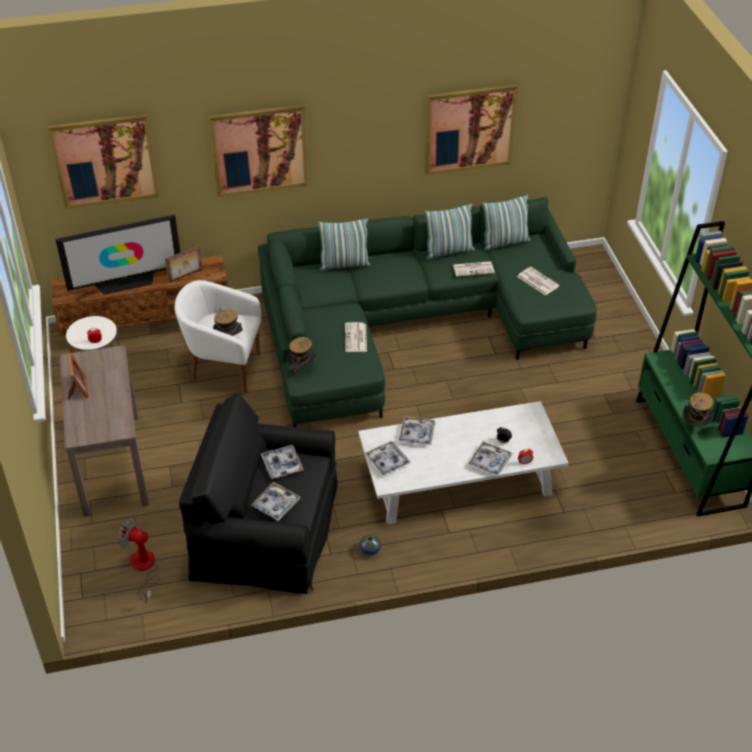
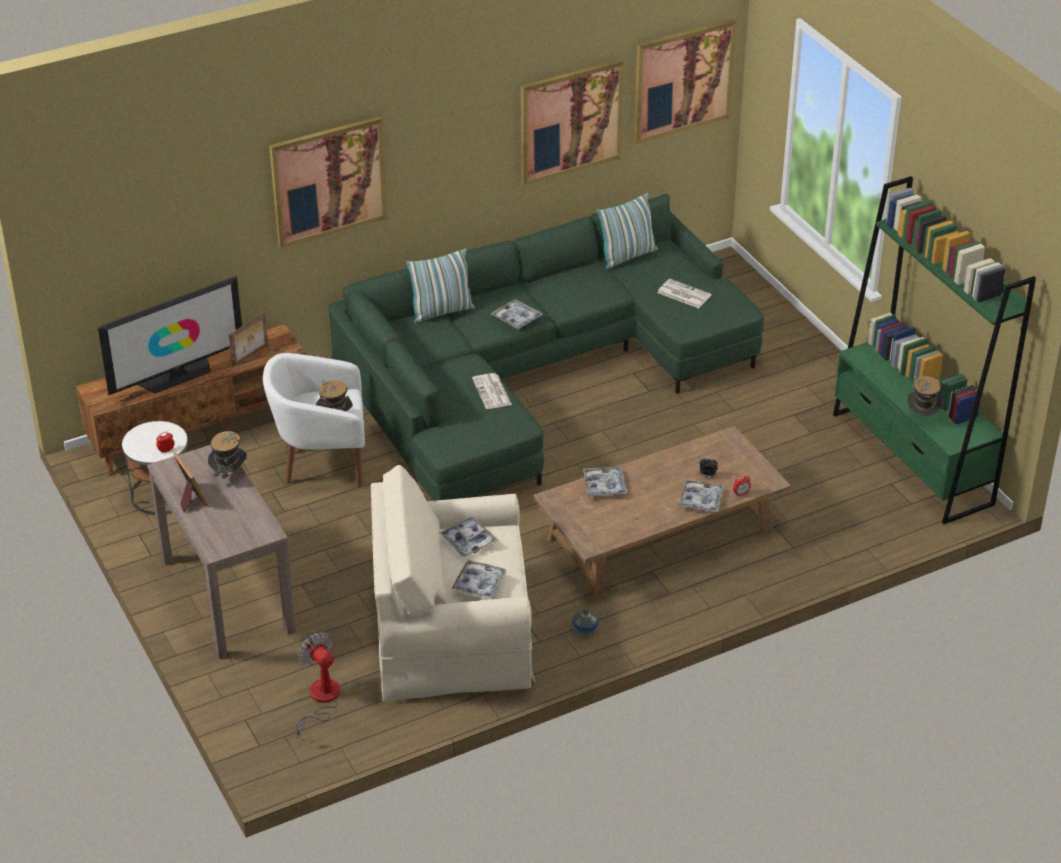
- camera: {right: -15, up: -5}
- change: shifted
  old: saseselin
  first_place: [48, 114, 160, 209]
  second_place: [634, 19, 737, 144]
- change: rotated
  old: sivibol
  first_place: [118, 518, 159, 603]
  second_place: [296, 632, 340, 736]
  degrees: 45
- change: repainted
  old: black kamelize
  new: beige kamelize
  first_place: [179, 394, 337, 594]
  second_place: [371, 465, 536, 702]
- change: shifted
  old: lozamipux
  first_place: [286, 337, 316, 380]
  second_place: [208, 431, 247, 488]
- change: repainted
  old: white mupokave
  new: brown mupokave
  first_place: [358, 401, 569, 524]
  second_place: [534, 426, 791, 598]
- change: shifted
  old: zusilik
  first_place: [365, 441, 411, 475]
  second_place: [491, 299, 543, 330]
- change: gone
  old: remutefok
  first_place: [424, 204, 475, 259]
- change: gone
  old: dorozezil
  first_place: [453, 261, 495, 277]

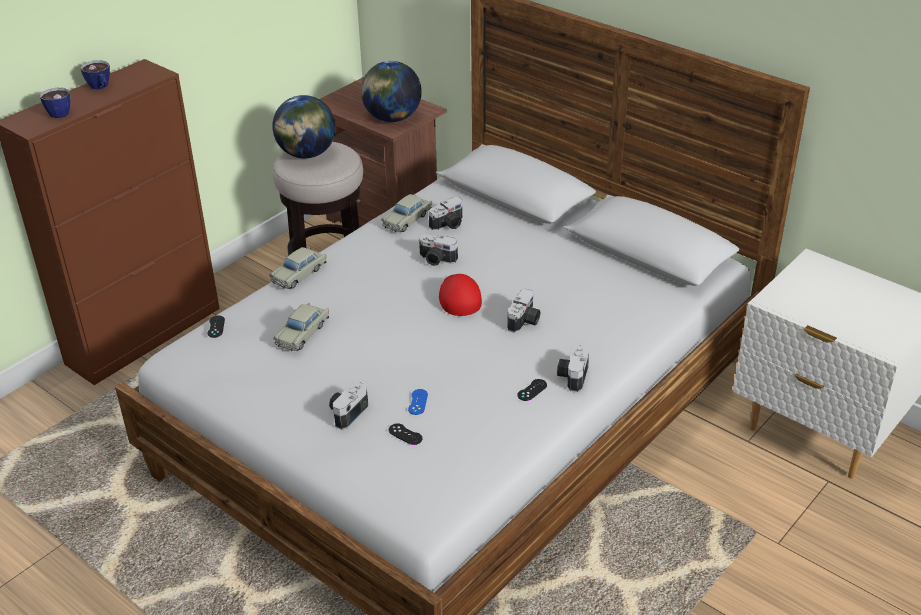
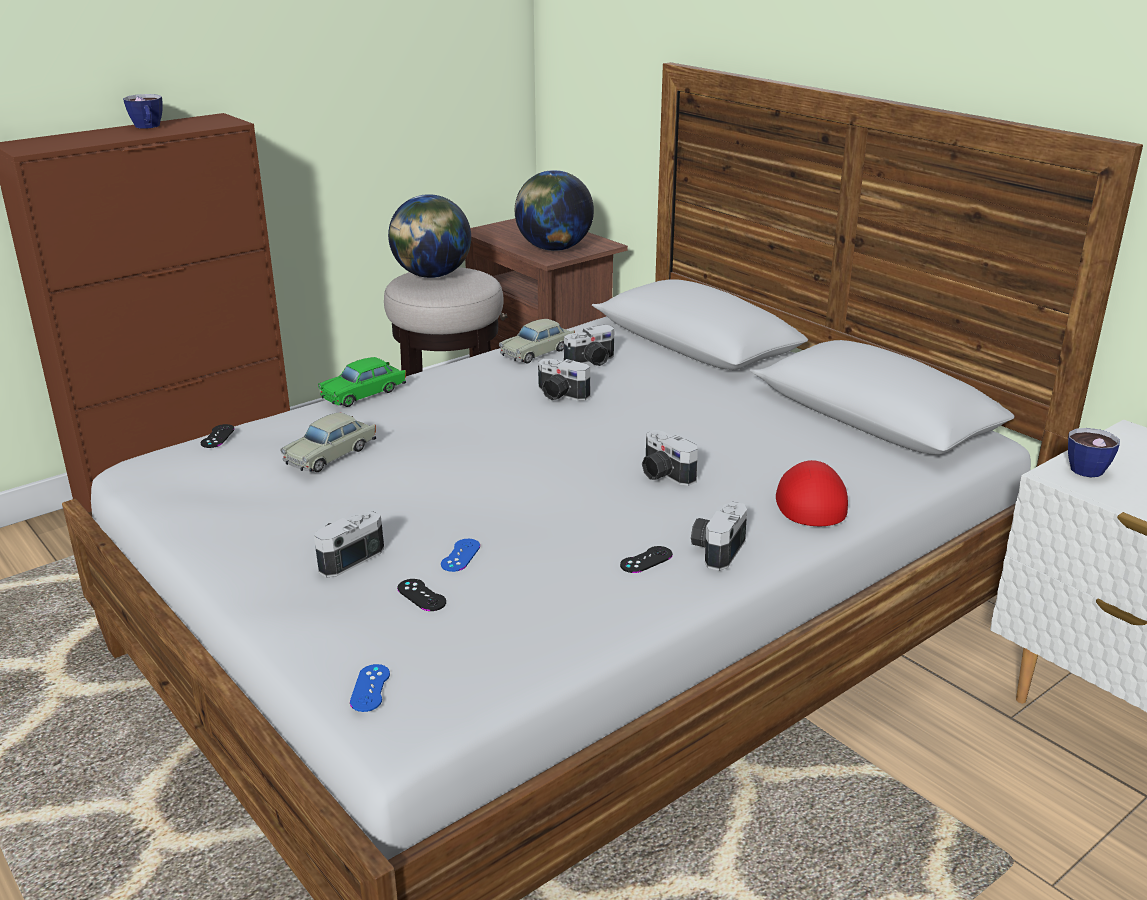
- camera: {right: 10, up: -10}
- change: shifted
  old: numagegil
  first_place: [40, 88, 71, 118]
  second_place: [1068, 428, 1120, 477]
- change: repainted
  old: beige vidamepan
  new: green vidamepan
  first_place: [269, 247, 327, 289]
  second_place: [318, 357, 406, 407]
- change: shifted
  old: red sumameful
  first_place: [439, 274, 482, 316]
  second_place: [776, 460, 848, 526]
- change: rotated
  old: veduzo
  first_place: [507, 289, 541, 333]
  second_place: [642, 430, 698, 486]
  degrees: 105
- change: new
  new: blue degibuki
  second_place: [350, 664, 390, 712]

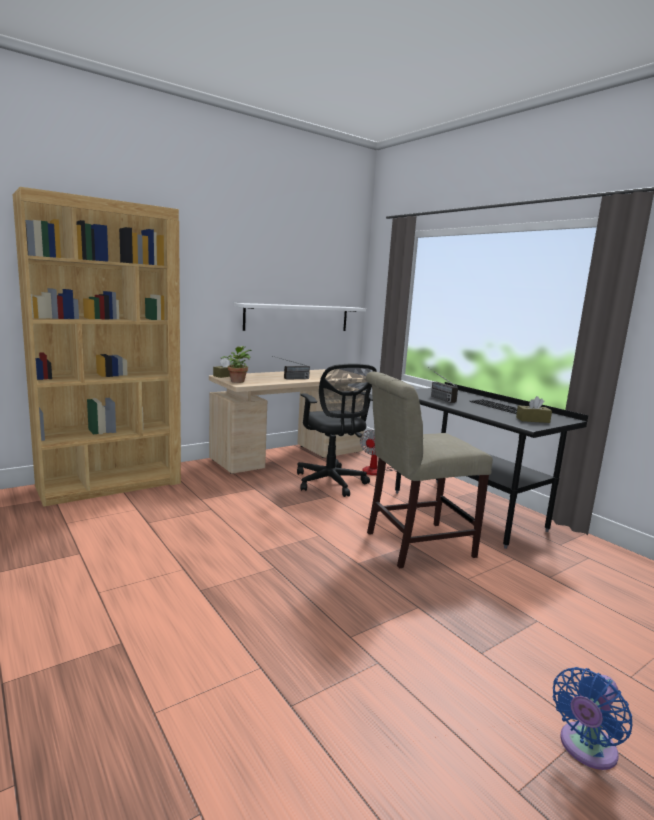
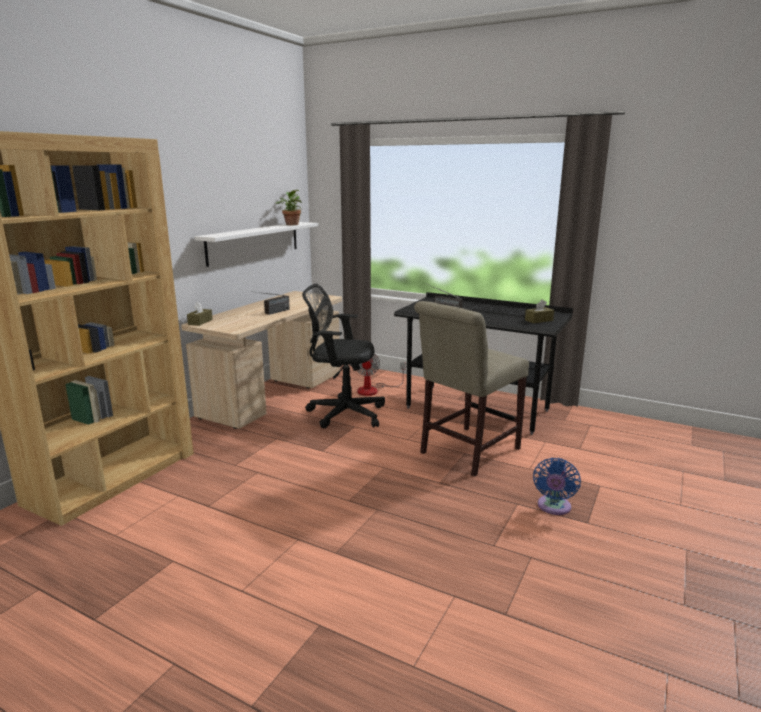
- camera: {right: -25, up: 5}
- change: shifted
  old: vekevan
  first_place: [220, 346, 252, 383]
  second_place: [276, 190, 302, 225]
- change: rotated
  old: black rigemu
  first_place: [297, 363, 377, 497]
  second_place: [302, 284, 385, 428]
  degrees: 150
- change: shifted
  old: blue sivibol
  first_place: [553, 667, 632, 770]
  second_place: [533, 458, 581, 515]

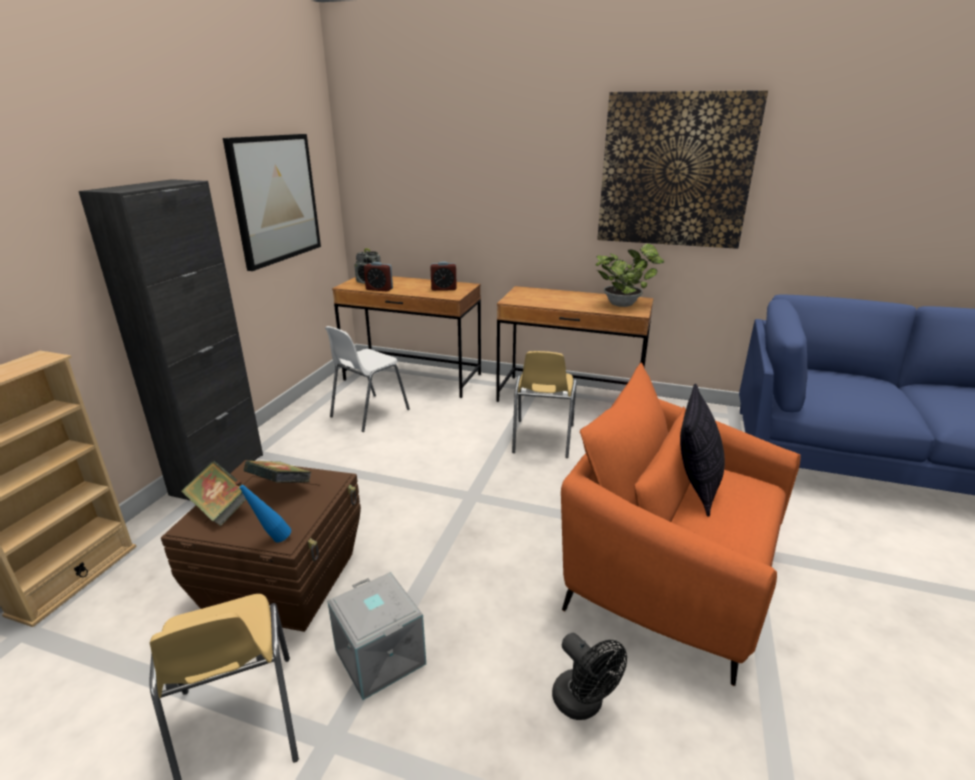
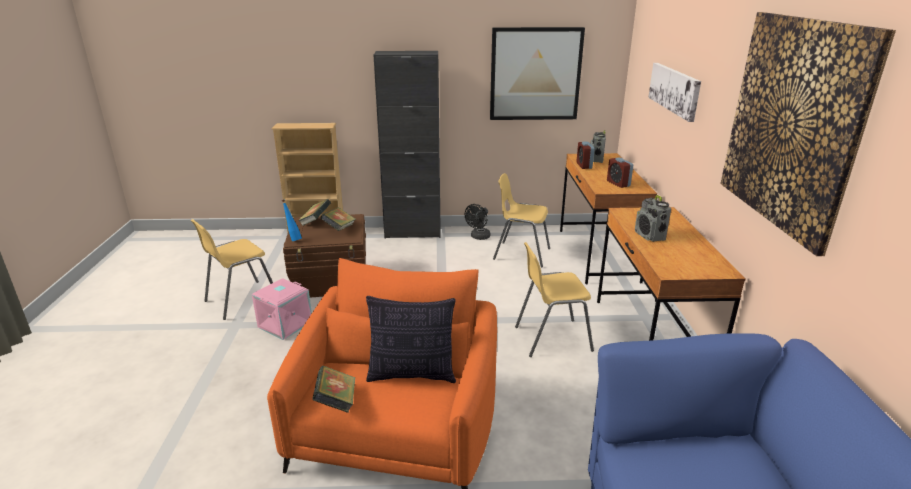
- camera: {right: 70, up: 0}
- change: repainted
  old: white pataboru
  new: yellow pataboru
  first_place: [325, 326, 410, 432]
  second_place: [493, 173, 550, 267]
- change: repainted
  old: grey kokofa
  new: pink kokofa
  first_place: [327, 572, 426, 700]
  second_place: [252, 278, 312, 340]
- change: shifted
  old: black sivibol
  first_place: [552, 633, 627, 720]
  second_place: [465, 204, 491, 240]
- change: gone
  old: vekevan
  first_place: [595, 244, 664, 307]
- change: new
  new: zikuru
  second_place: [312, 366, 355, 413]
- change: new
  new: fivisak
  second_place: [635, 195, 671, 242]
- change: new
  new: saseselin
  second_place: [648, 63, 701, 122]

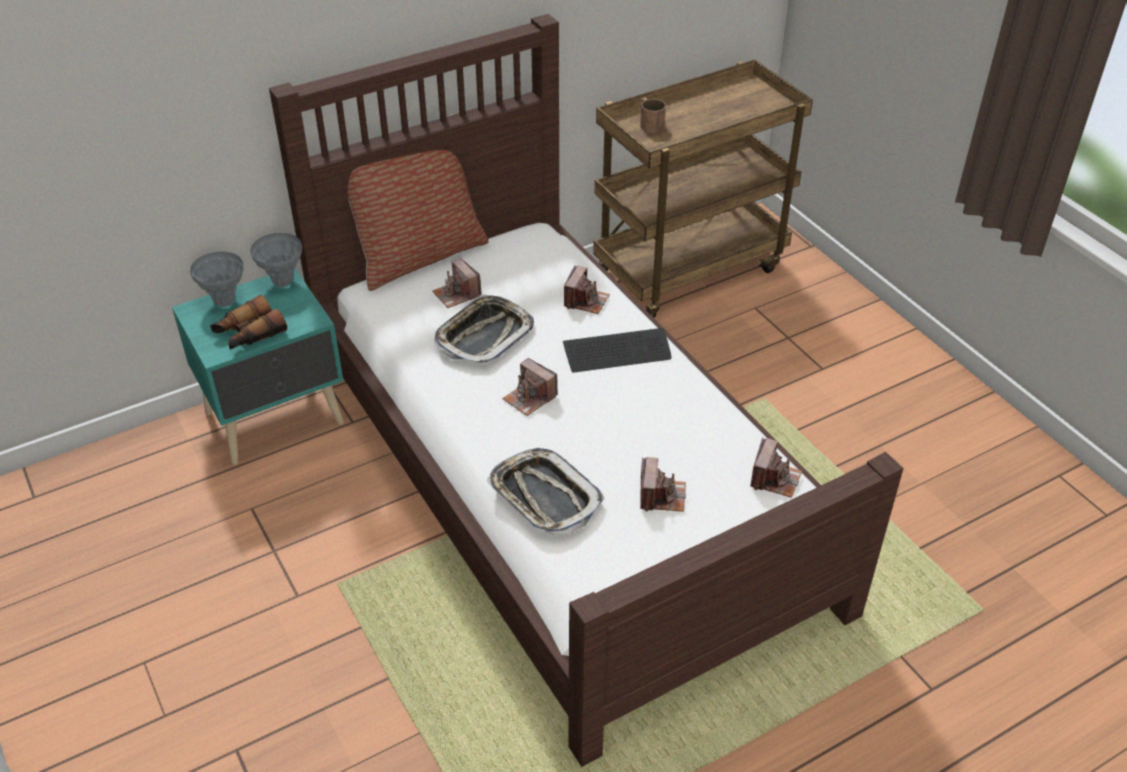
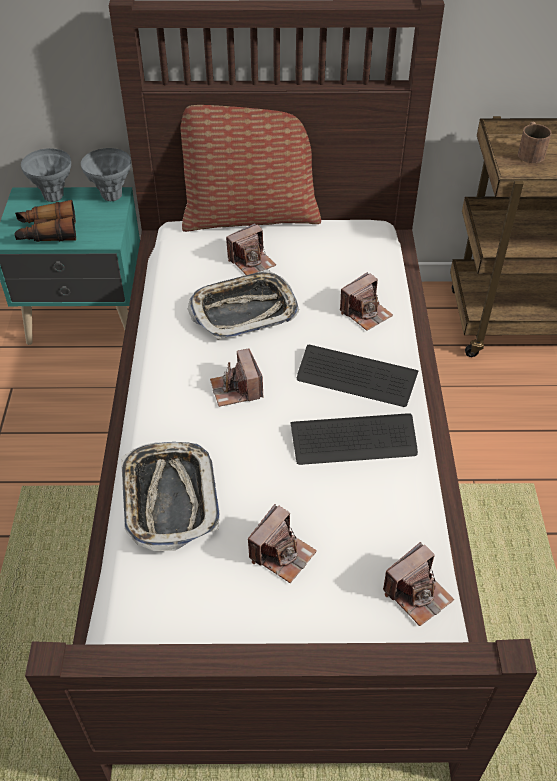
- camera: {right: 30, up: 5}
- change: rotated
  old: veduzo
  first_place: [432, 258, 482, 308]
  second_place: [226, 223, 276, 275]
  degrees: -120
- change: new
  new: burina
  second_place: [291, 413, 418, 465]

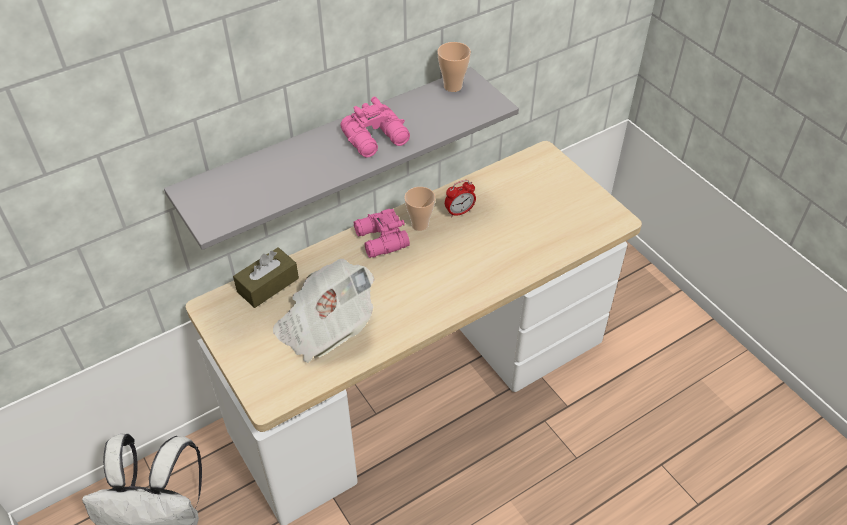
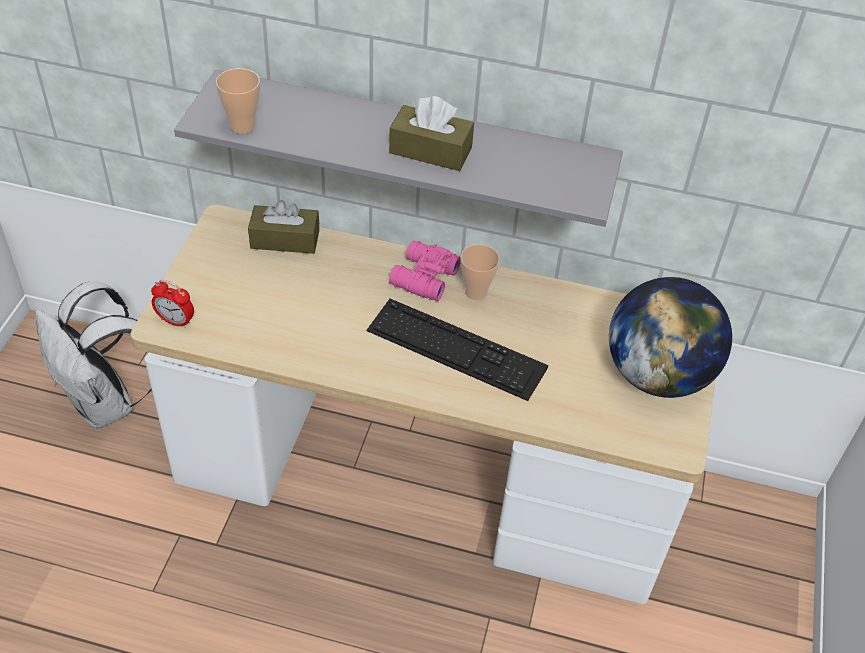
- camera: {right: 45, up: 0}
- change: gone
  old: dorozezil
  first_place: [273, 259, 375, 363]
- change: swapped
  old: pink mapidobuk
  new: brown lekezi
  first_place: [340, 96, 410, 158]
  second_place: [389, 96, 474, 171]
- change: shifted
  old: numagegil
  first_place: [437, 42, 471, 92]
  second_place: [216, 68, 260, 134]
- change: shifted
  old: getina
  first_place: [445, 180, 476, 217]
  second_place: [151, 280, 194, 329]
- change: new
  new: burina
  second_place: [367, 299, 548, 401]
- change: new
  new: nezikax
  second_place: [609, 277, 732, 398]

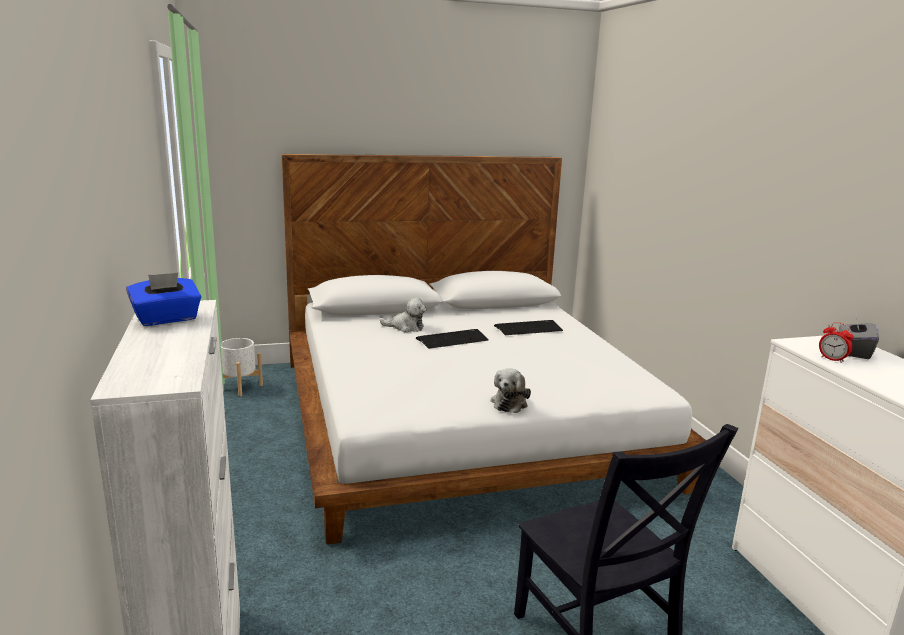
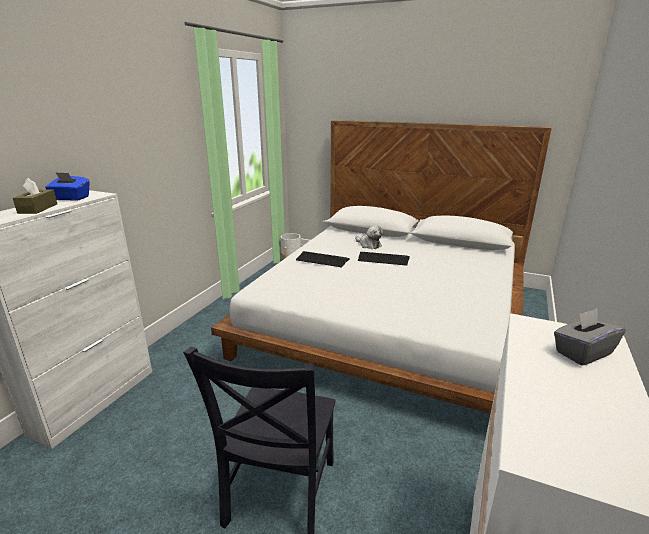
- camera: {right: 40, up: 5}
- change: gone
  old: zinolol
  first_place: [491, 368, 531, 413]
- change: shifted
  old: burina
  first_place: [494, 320, 563, 335]
  second_place: [296, 251, 350, 267]
- change: gone
  old: getina
  first_place: [819, 322, 854, 363]
- change: new
  new: brown lekezi
  second_place: [13, 178, 57, 214]

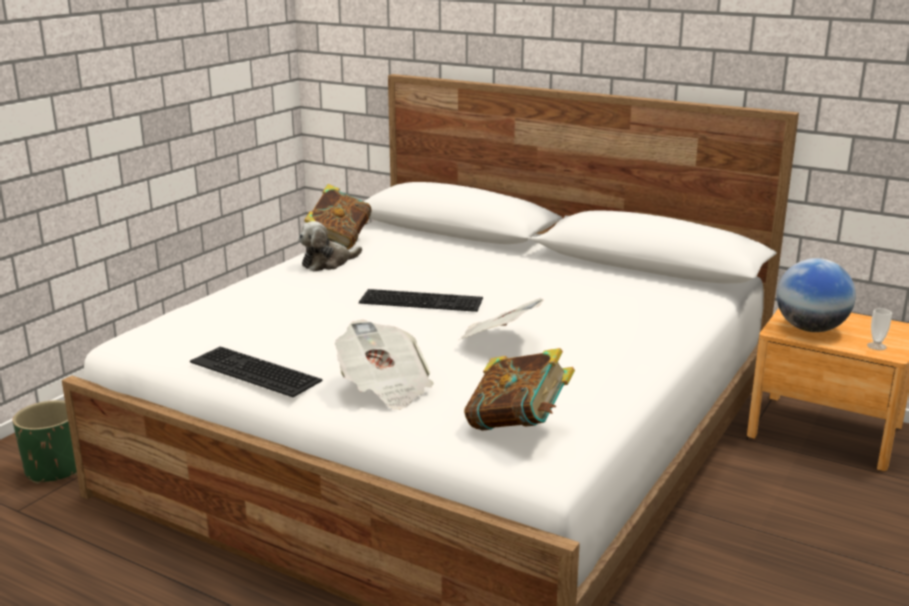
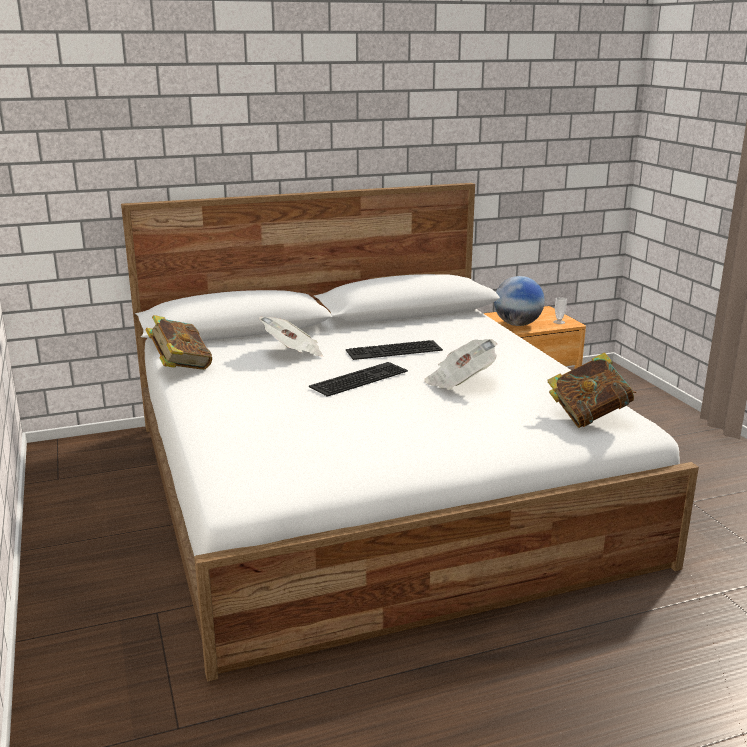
- camera: {right: -50, up: 0}
- change: gone
  old: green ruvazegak
  first_place: [12, 400, 77, 484]
- change: shifted
  old: burina
  first_place: [190, 347, 322, 397]
  second_place: [346, 340, 443, 360]
- change: gone
  old: zinolol
  first_place: [298, 221, 362, 272]
- change: shifted
  old: dorozezil
  first_place: [335, 320, 434, 410]
  second_place: [259, 317, 323, 356]

